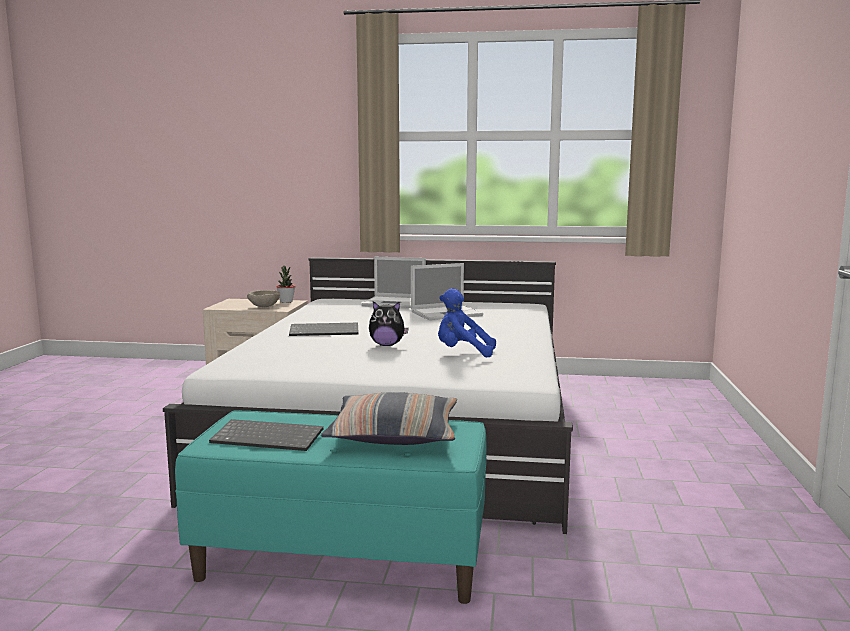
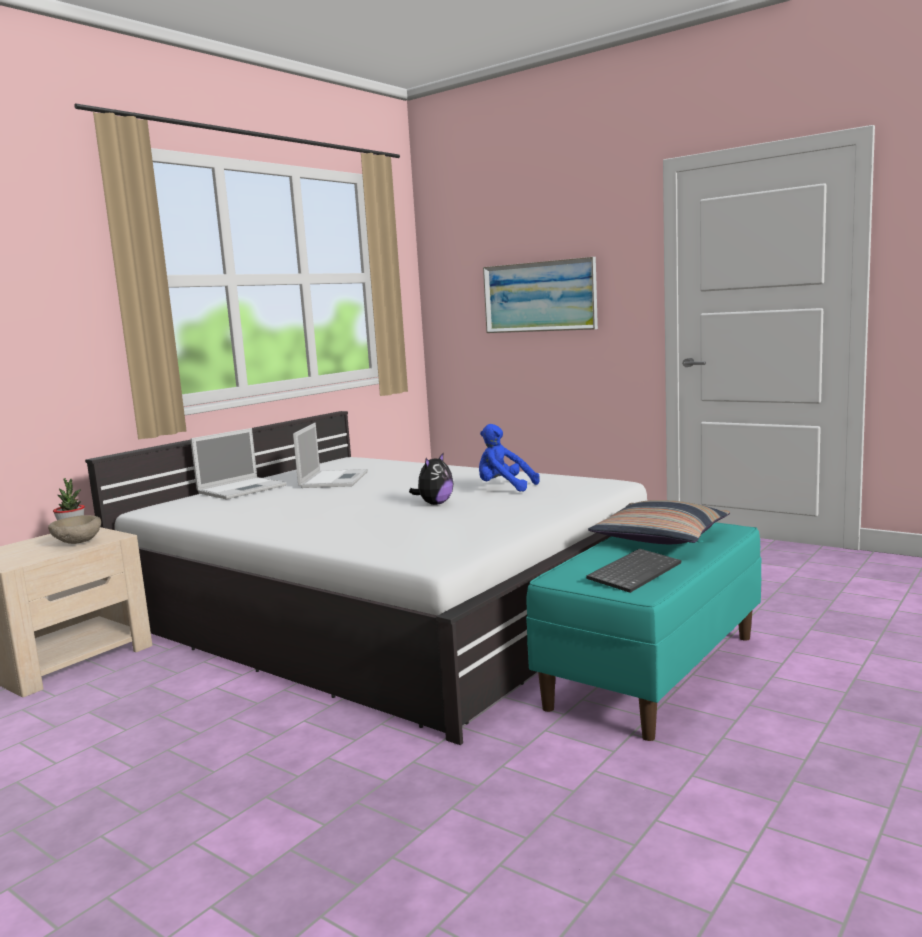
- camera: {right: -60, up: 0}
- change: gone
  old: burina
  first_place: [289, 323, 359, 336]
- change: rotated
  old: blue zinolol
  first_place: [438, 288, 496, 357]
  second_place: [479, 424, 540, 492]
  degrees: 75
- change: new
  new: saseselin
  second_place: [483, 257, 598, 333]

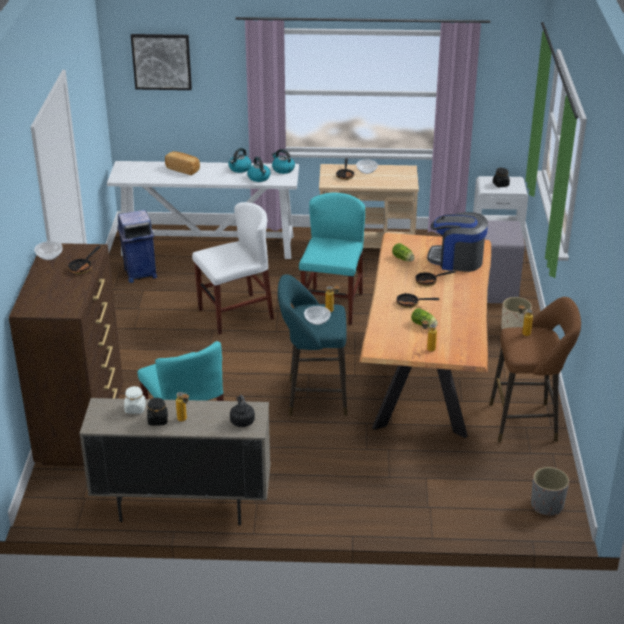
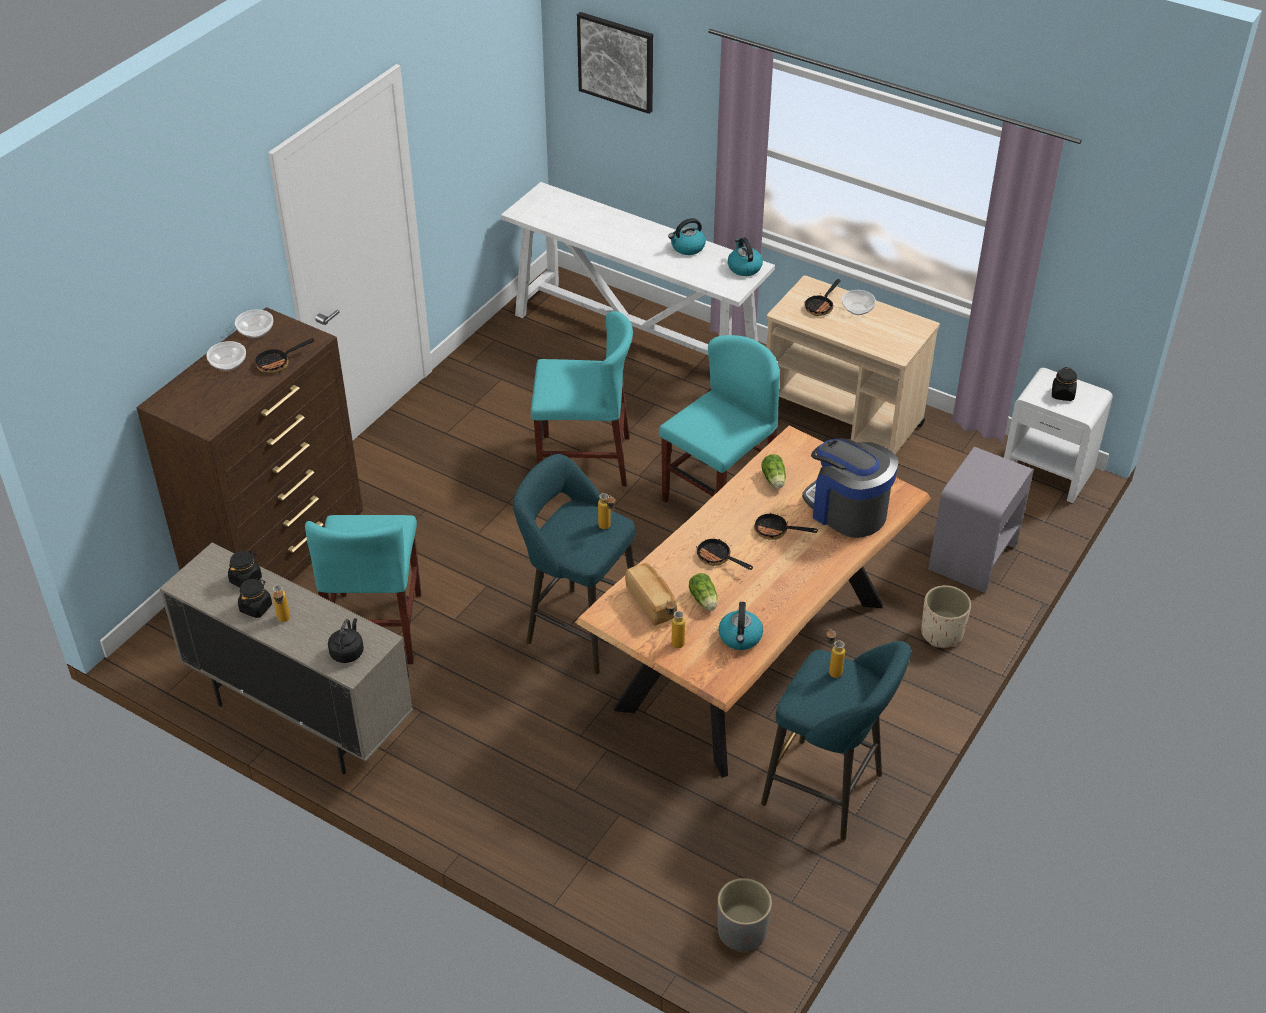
- camera: {right: 30, up: 10}
- change: gone
  old: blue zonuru
  first_place: [117, 210, 157, 283]
- change: repainted
  old: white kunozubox
  new: black kunozubox
  first_place: [124, 386, 146, 414]
  second_place: [228, 550, 262, 588]
- change: shifted
  old: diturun
  first_place: [165, 151, 200, 175]
  second_place: [625, 563, 677, 626]
- change: repainted
  old: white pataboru
  new: turquoise pataboru
  first_place: [192, 202, 274, 335]
  second_place: [531, 311, 633, 486]
- change: shifted
  old: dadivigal
  first_place: [247, 157, 271, 182]
  second_place: [718, 602, 763, 650]
- change: shifted
  old: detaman
  first_place: [304, 306, 331, 325]
  second_place: [207, 341, 246, 371]
- change: repainted
  old: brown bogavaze
  new: turquoise bogavaze
  first_place: [489, 297, 581, 443]
  second_place: [761, 641, 911, 841]

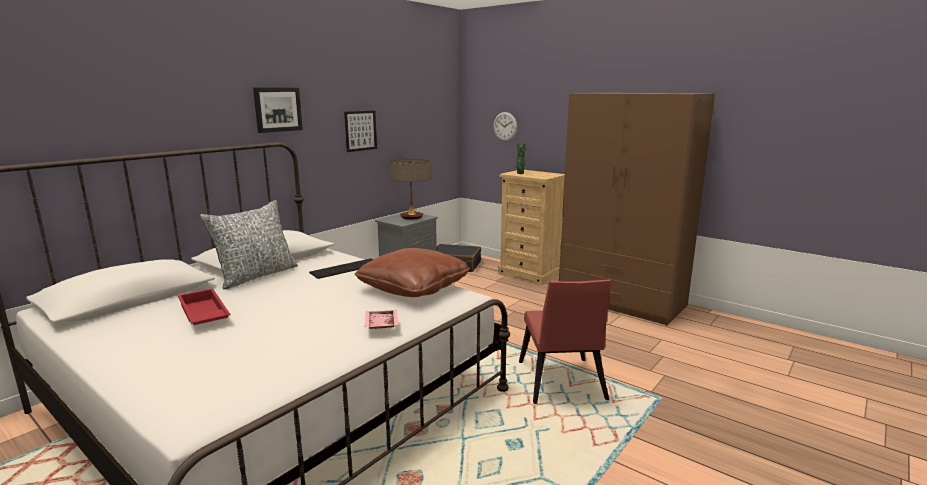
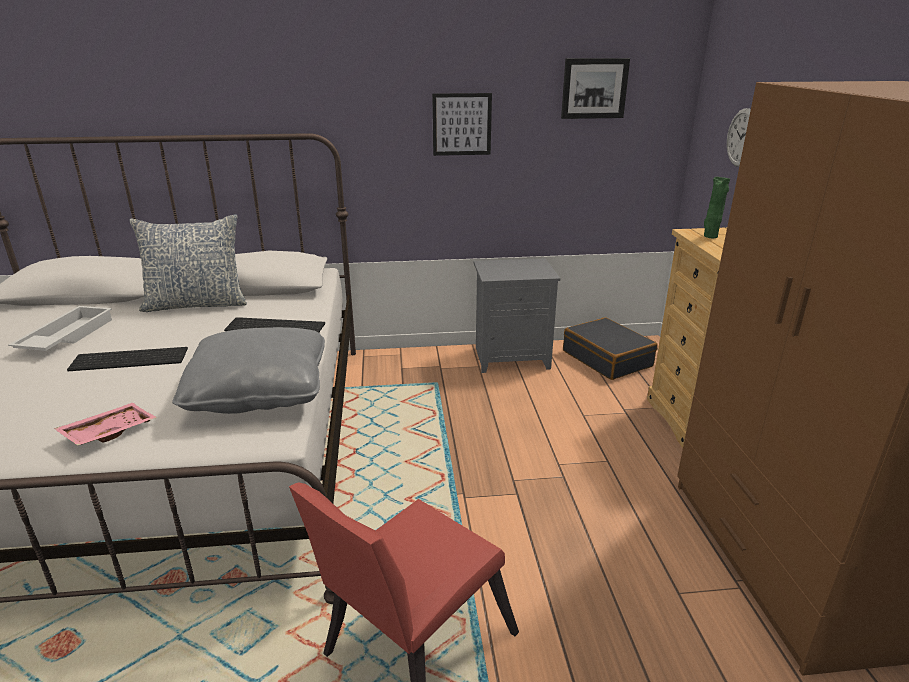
- camera: {right: 45, up: 10}
- change: repainted
  old: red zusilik
  new: white zusilik
  first_place: [178, 289, 231, 325]
  second_place: [8, 306, 112, 351]
- change: shifted
  old: saseselin
  first_place: [253, 88, 303, 133]
  second_place: [561, 58, 630, 119]
- change: repainted
  old: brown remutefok
  new: grey remutefok
  first_place: [355, 248, 470, 297]
  second_place: [172, 327, 325, 414]
- change: gone
  old: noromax
  first_place: [389, 159, 431, 219]
- change: new
  new: burina
  second_place: [67, 347, 188, 371]

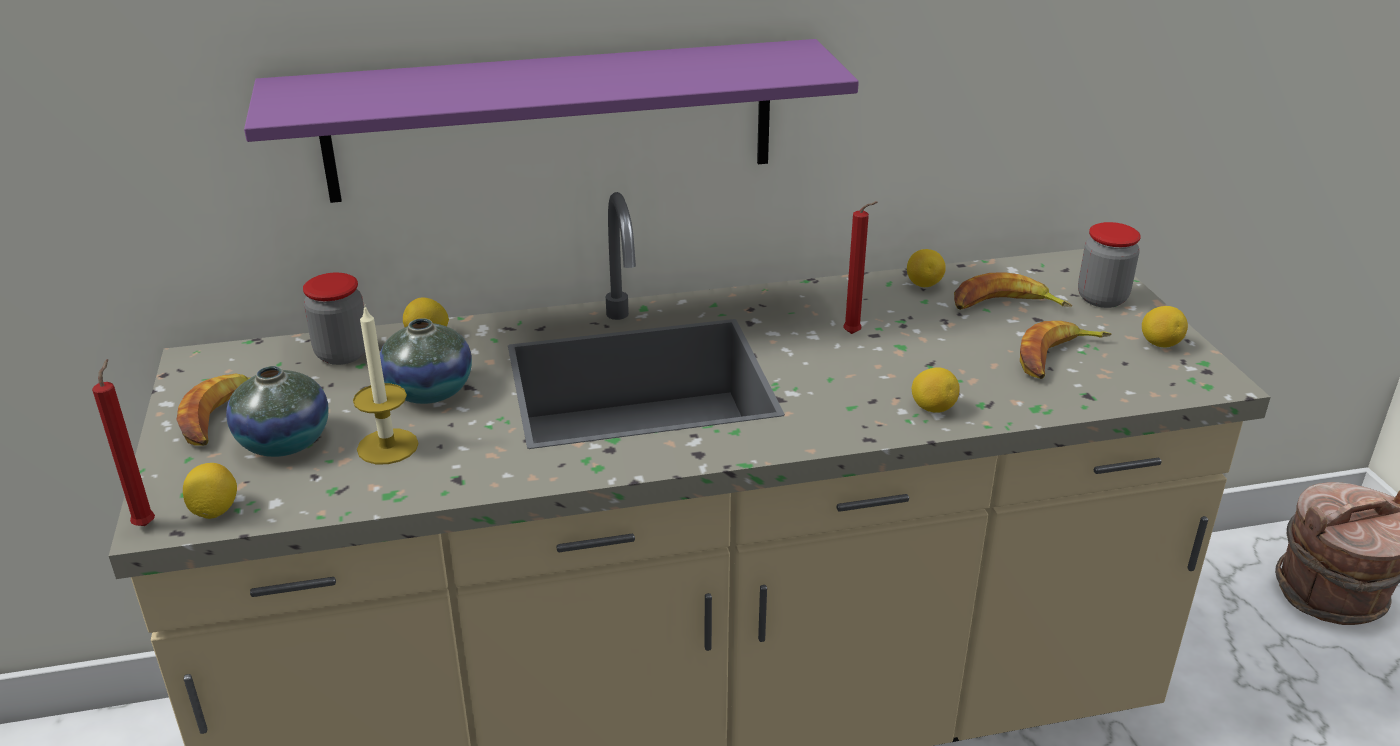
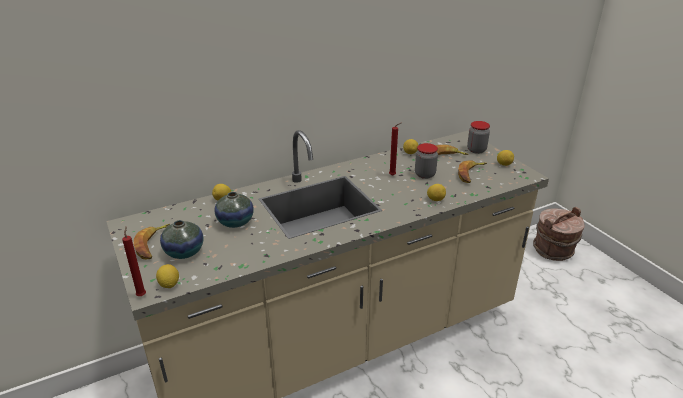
- camera: {right: -15, up: 0}
- change: gone
  old: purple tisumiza
  first_place: [244, 39, 859, 203]
- change: shifted
  old: kunozubox
  first_place: [303, 273, 365, 365]
  second_place: [415, 143, 438, 179]
- change: gone
  old: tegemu
  first_place: [353, 307, 419, 464]

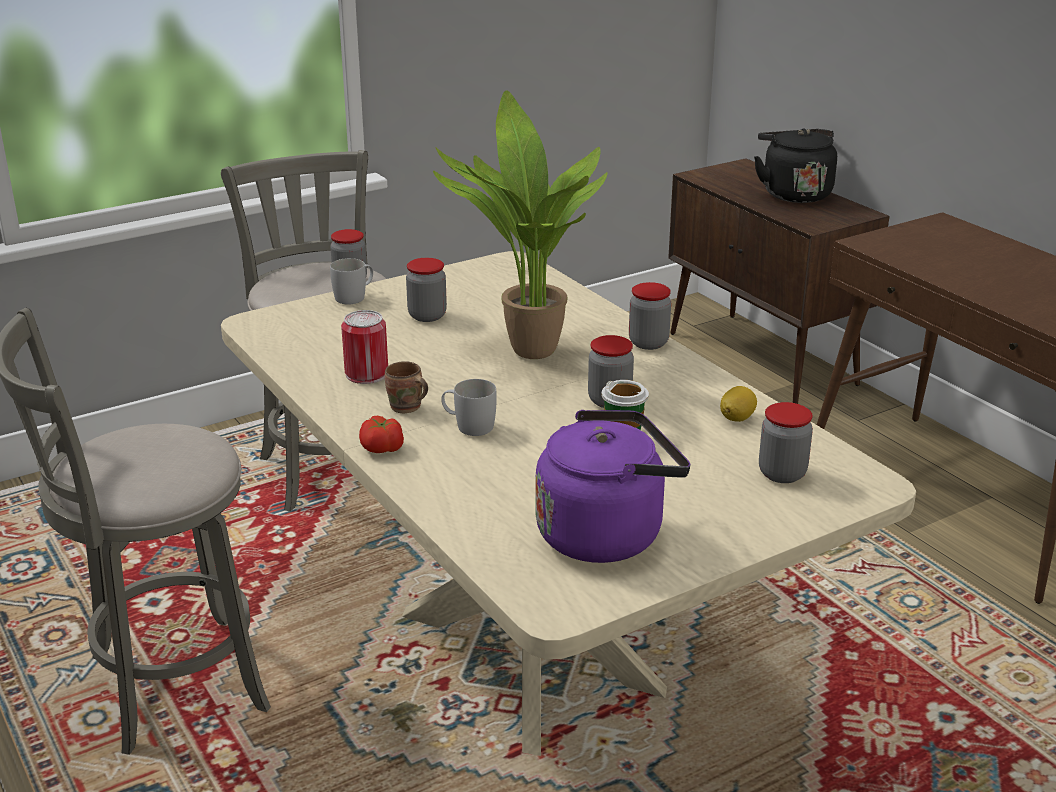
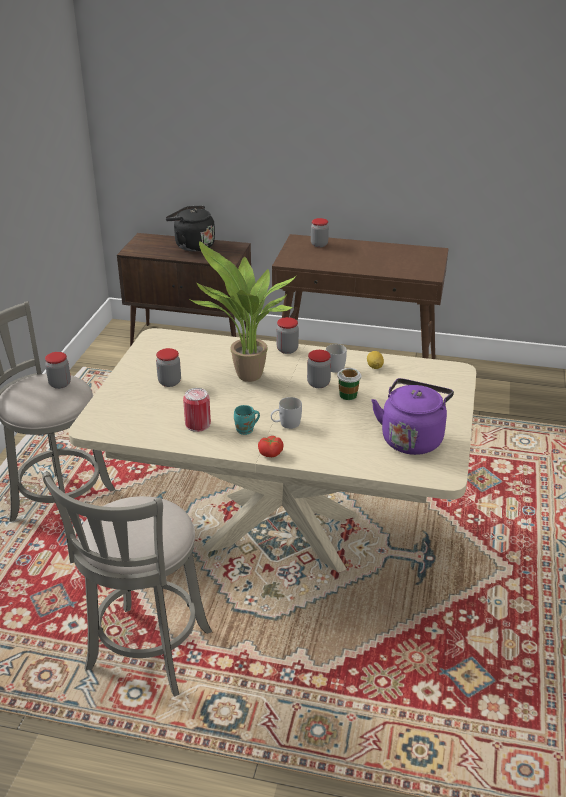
- camera: {right: -45, up: 5}
- change: shifted
  old: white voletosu
  first_place: [330, 258, 373, 305]
  second_place: [326, 344, 347, 373]
- change: repainted
  old: brown voletosu
  new: turquoise voletosu
  first_place: [385, 361, 428, 413]
  second_place: [234, 405, 260, 435]
- change: shifted
  old: kunozubox
  first_place: [759, 402, 813, 483]
  second_place: [311, 218, 329, 247]

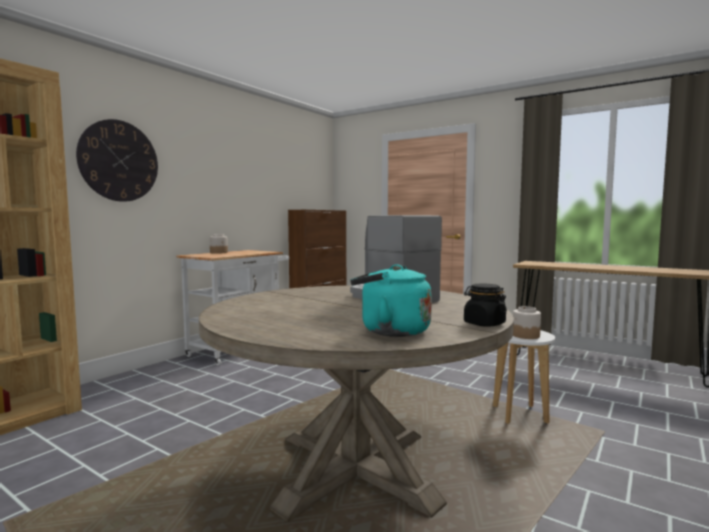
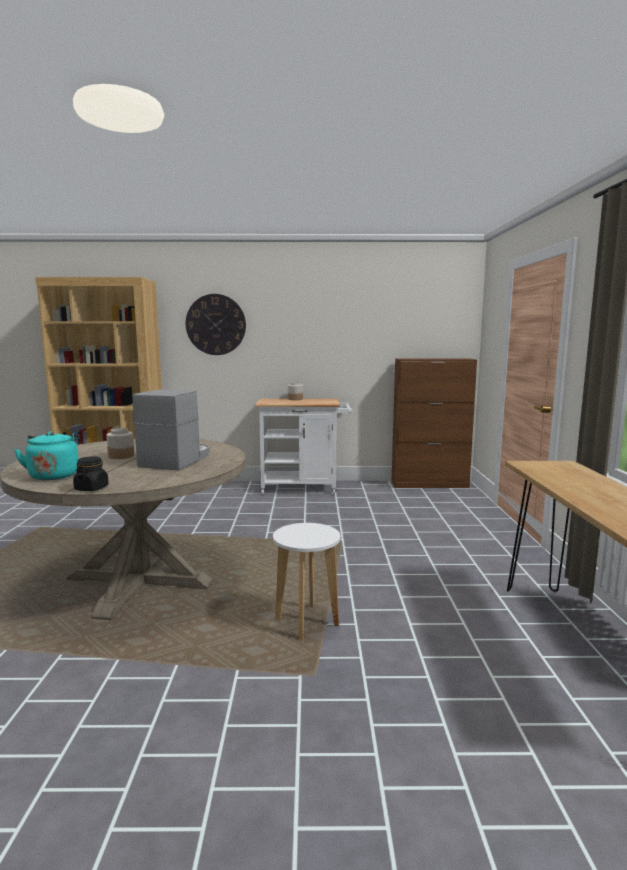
- camera: {right: 55, up: 5}
- change: shifted
  old: kunozubox
  first_place: [513, 306, 541, 339]
  second_place: [106, 428, 134, 459]

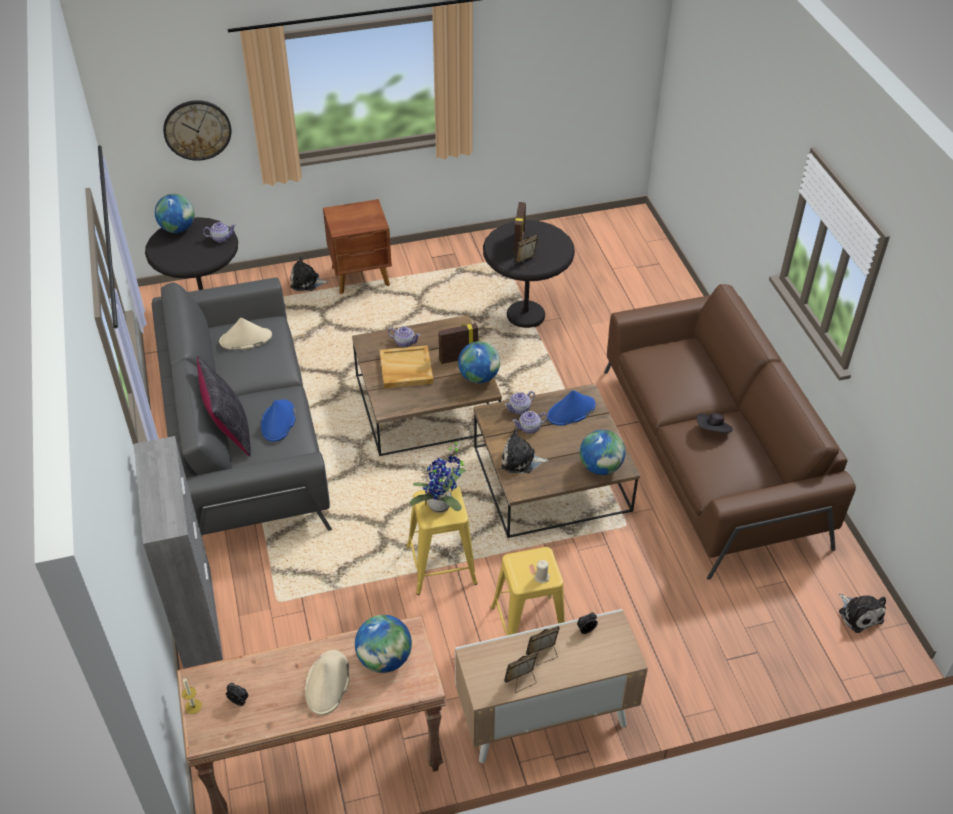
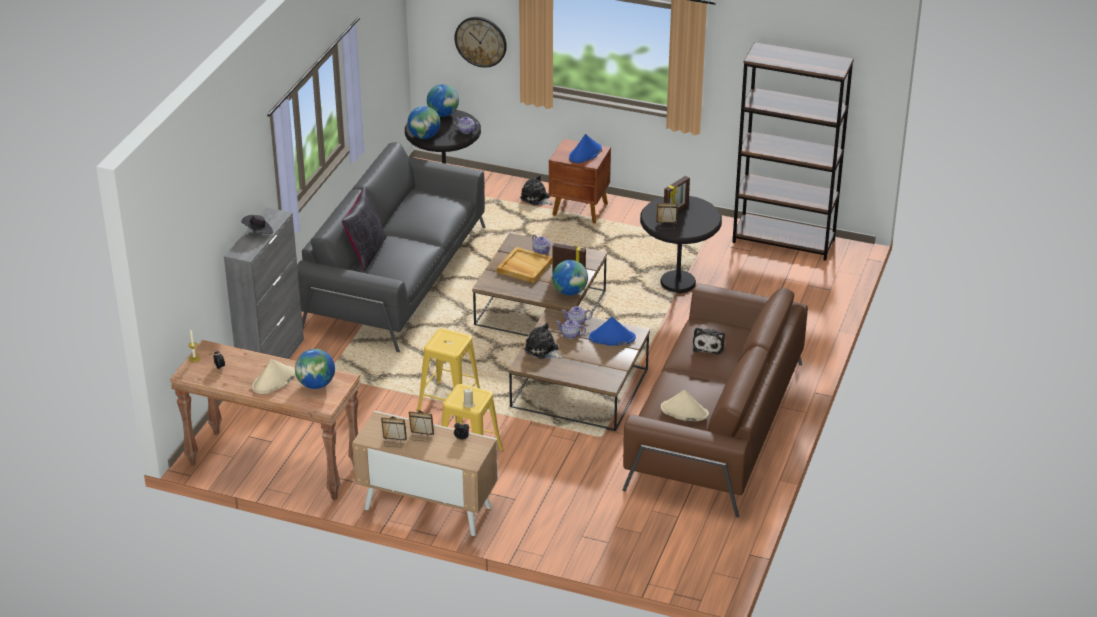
- camera: {right: 35, up: -10}
- change: shifted
  old: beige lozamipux
  first_place: [219, 318, 272, 349]
  second_place: [661, 390, 709, 421]
- change: shifted
  old: blue lozamipux
  first_place: [261, 399, 296, 442]
  second_place: [569, 134, 602, 163]
- change: gone
  old: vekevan
  first_place: [410, 439, 466, 513]
- change: shifted
  old: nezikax
  first_place: [580, 430, 625, 475]
  second_place: [408, 106, 440, 139]
- change: shifted
  old: black lozamipux
  first_place: [697, 413, 733, 433]
  second_place: [241, 215, 273, 234]
- change: shifted
  old: zinolol
  first_place: [839, 594, 886, 633]
  second_place: [693, 328, 725, 355]
- change: new
  new: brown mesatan
  second_place: [732, 42, 854, 261]

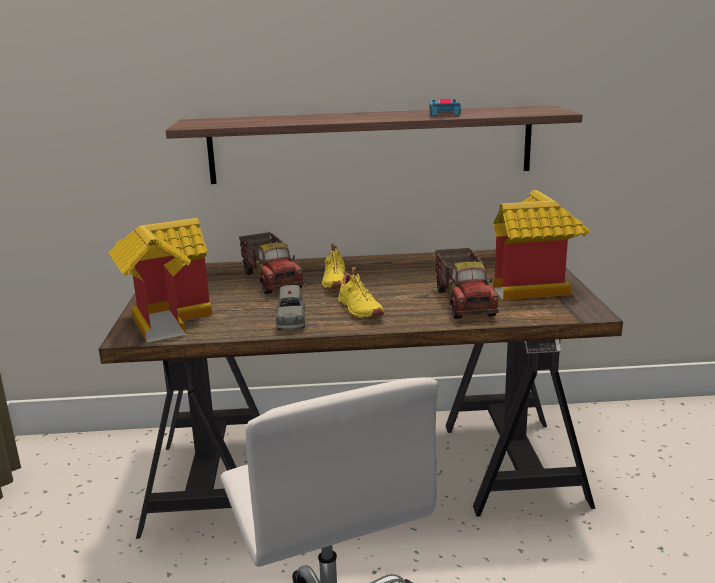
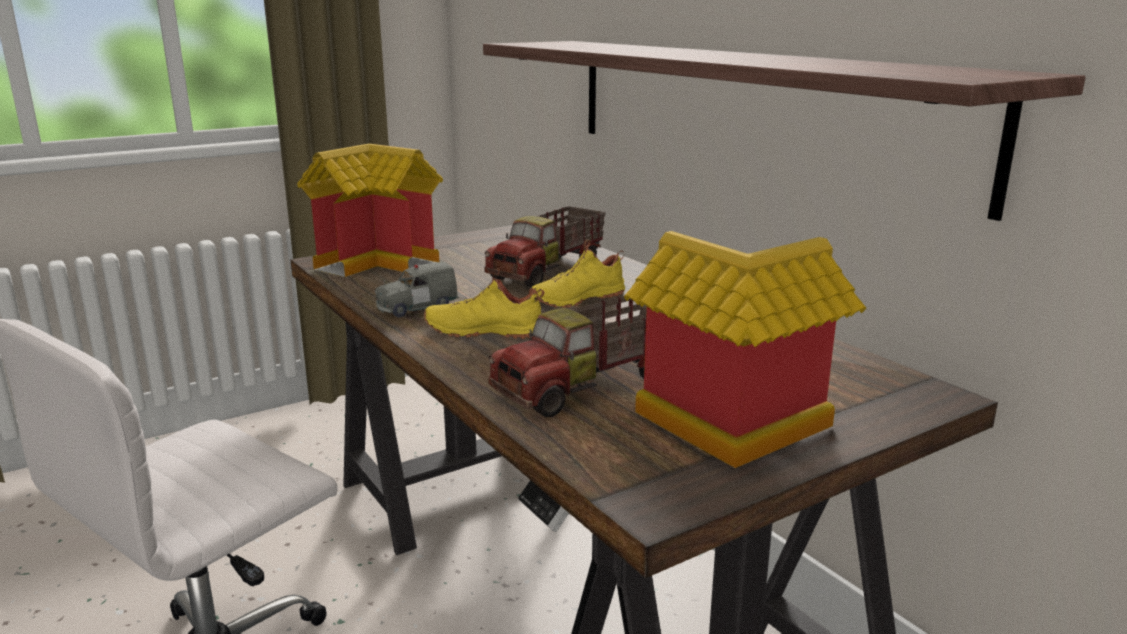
- camera: {right: 60, up: 0}
- change: rotated
  old: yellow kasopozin
  first_place: [338, 267, 384, 319]
  second_place: [424, 268, 545, 339]
  degrees: 60
- change: gone
  old: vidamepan
  first_place: [429, 99, 461, 116]

